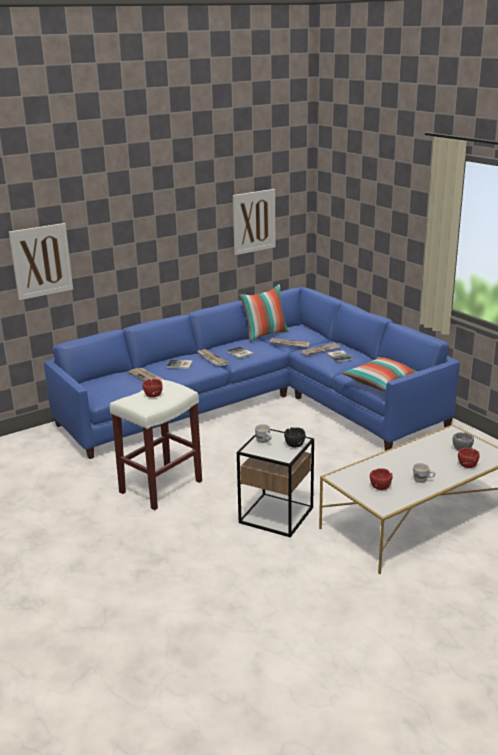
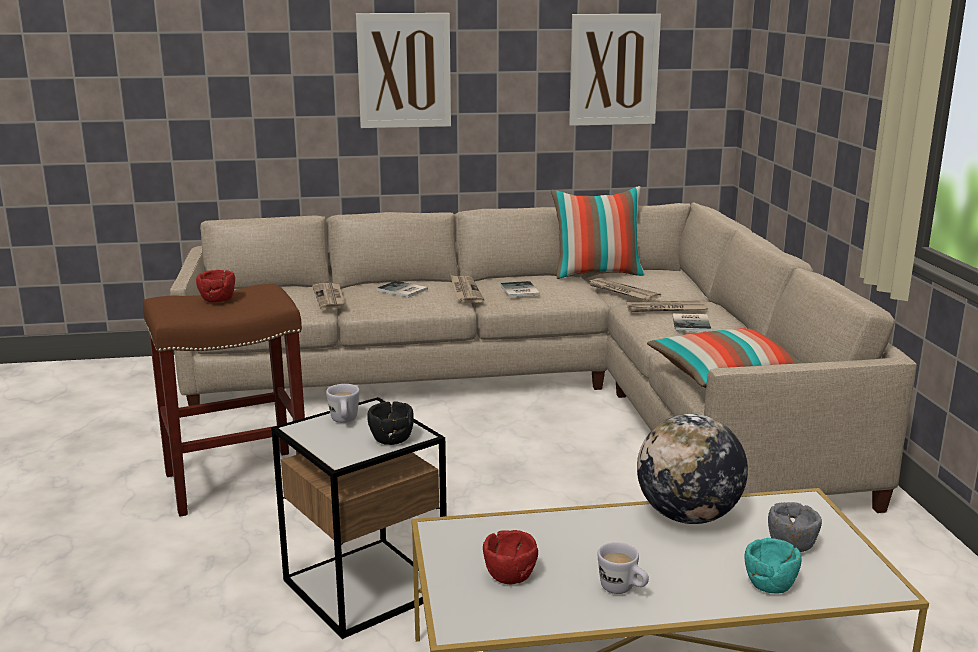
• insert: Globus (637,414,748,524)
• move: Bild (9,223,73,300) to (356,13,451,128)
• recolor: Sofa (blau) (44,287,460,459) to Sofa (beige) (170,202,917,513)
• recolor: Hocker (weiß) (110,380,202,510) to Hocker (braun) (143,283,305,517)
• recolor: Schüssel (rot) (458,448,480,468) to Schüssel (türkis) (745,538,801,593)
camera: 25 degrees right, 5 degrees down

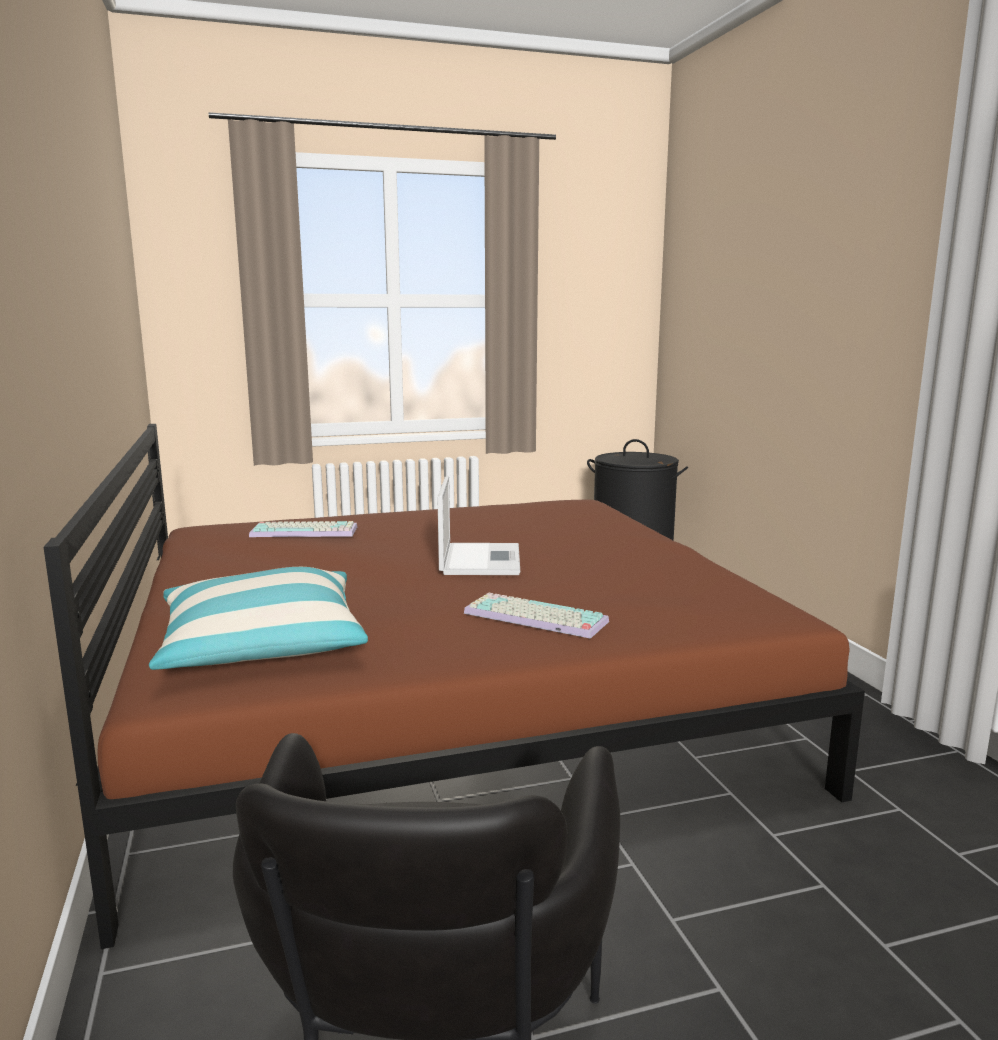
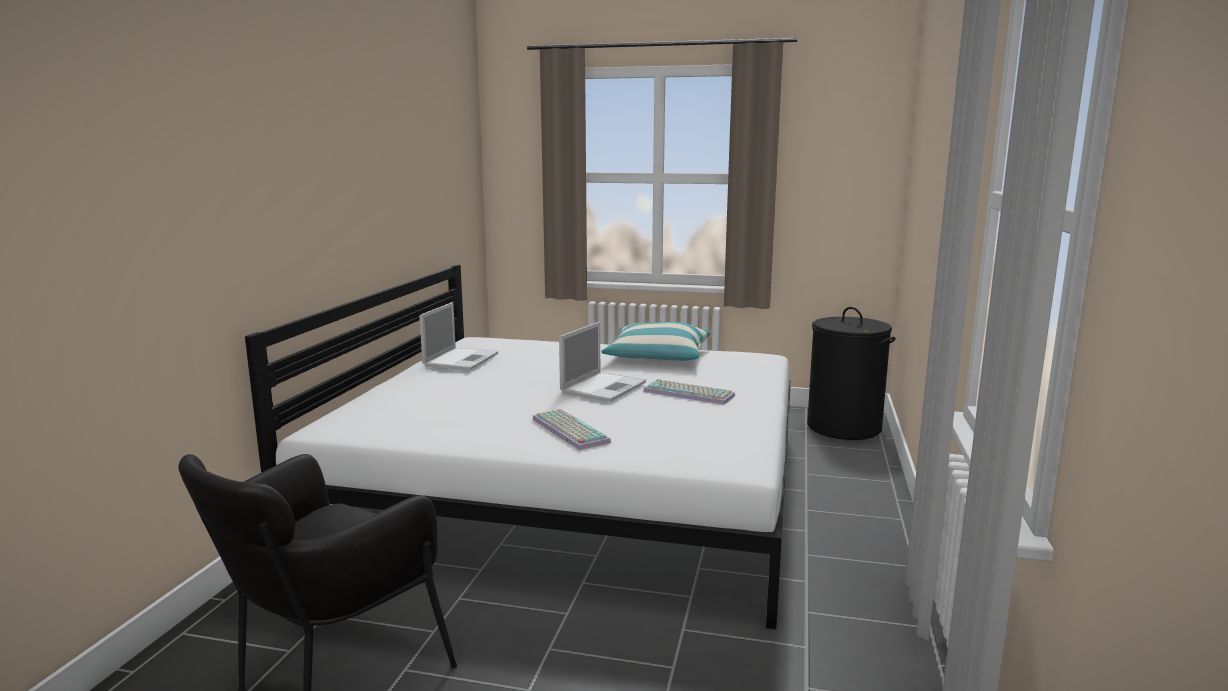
• insert: Laptop (419,302,498,370)
• move: Kissen (149,567,368,670) to (602,322,711,362)
• move: Tastatur (249,521,357,537) to (643,379,735,405)
• recolor: Bett (braun) (43,424,865,949) to Bett (weiß) (245,265,791,629)
camera: 30 degrees right, 0 degrees up

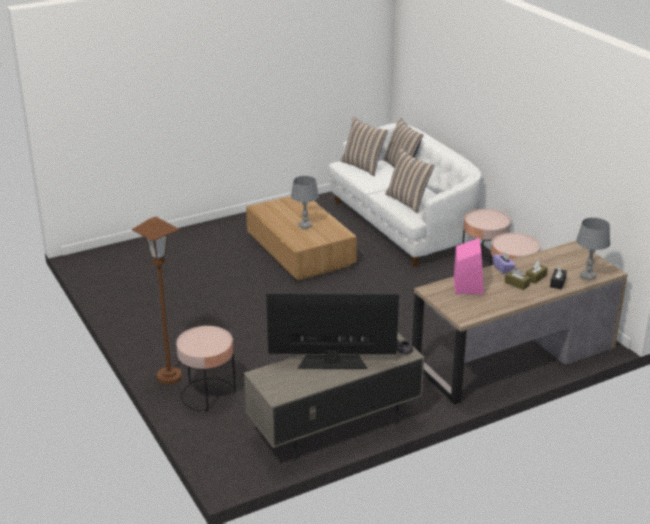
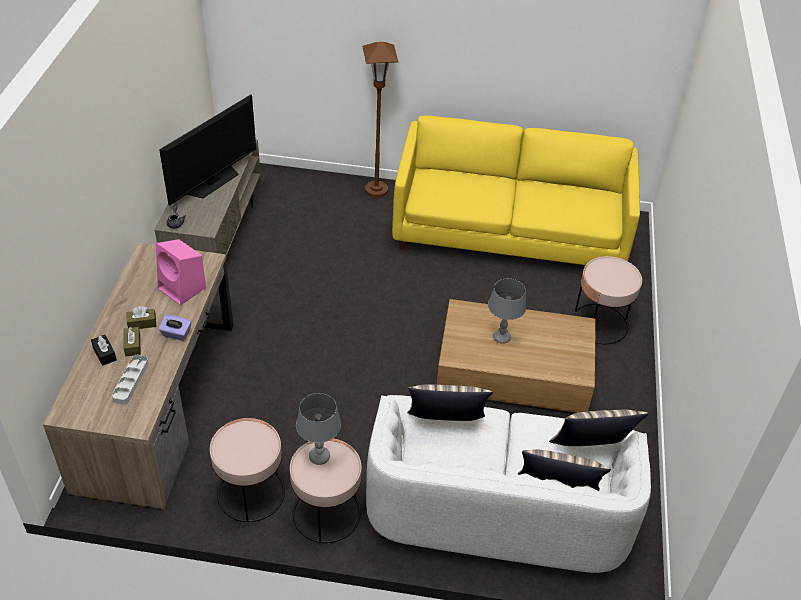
• insert: Tablett (grau) (112,355,149,405)
• insert: Sofa (gelb) (392,115,640,265)
• move: Beistelltisch (rosa) (176,326,236,411) to (575,256,642,344)
• move: Tischlampe (grau) (576,218,610,280) to (296,393,341,465)
camera: 125 degrees right, 15 degrees up

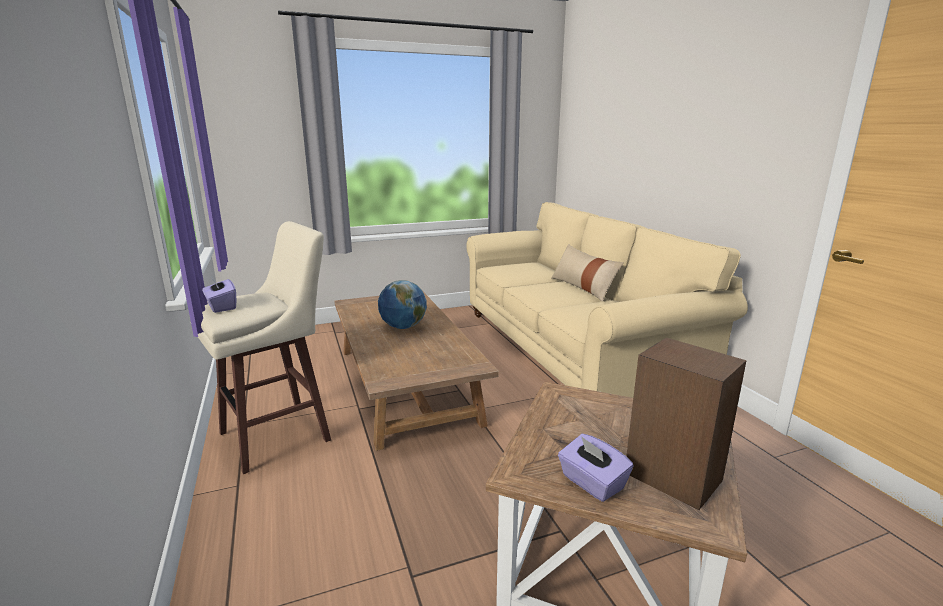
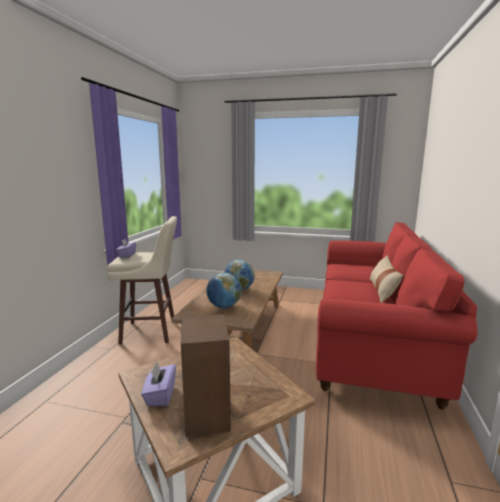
• insert: Globus (206,273,241,308)
• recolor: Sofa (beige) (466,202,748,398) to Sofa (rot) (316,222,477,409)
camera: 35 degrees right, 5 degrees down

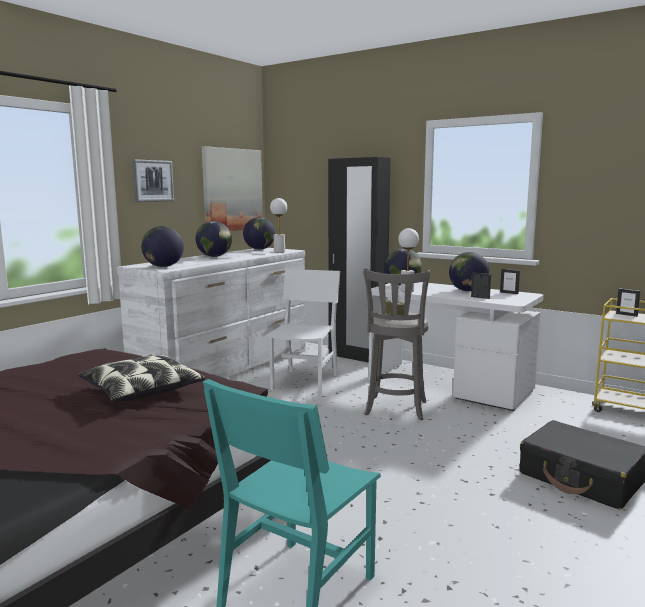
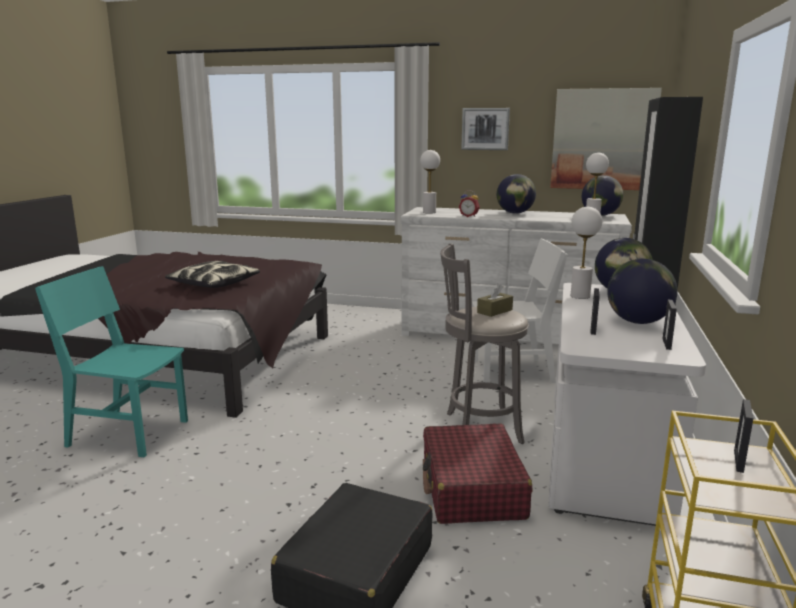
• insert: Koffer (rot) (423,424,532,524)
• insert: Wecker (459,190,480,217)
• replace: Globus (141,226,184,267) to Tischlampe (weiß) (420,150,440,214)
camera: 70 degrees right, 5 degrees up

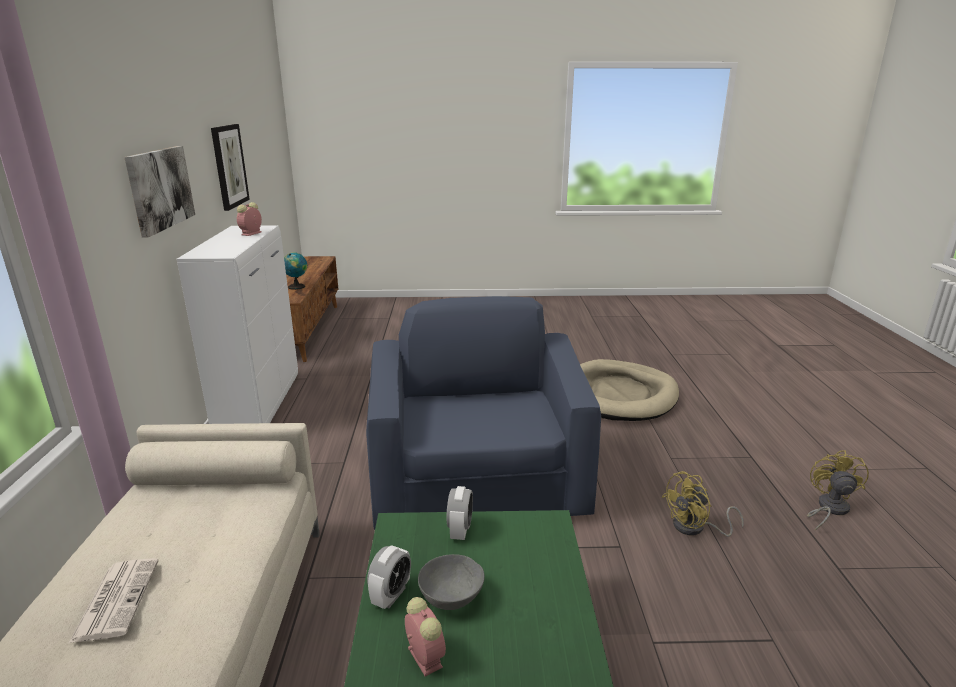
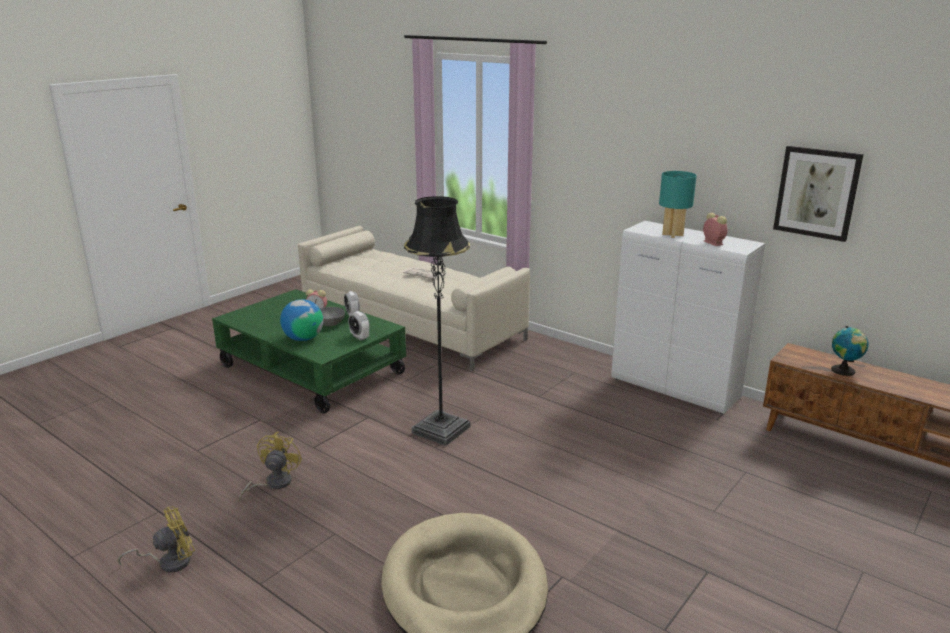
• delete: Bild (124,146,195,238)
• insert: Globus (280,299,323,341)
• insert: Tischlampe (türkis) (659,171,697,238)
• replace: Sessel (blau) (366,296,601,530) to Stehlampe (schwarz) (404,196,470,446)
• rotate: Ventilator (gelb) (807,450,869,531) = (118,507,195,573) 90 degrees counterclockwise
camera: 130 degrees right, 0 degrees up

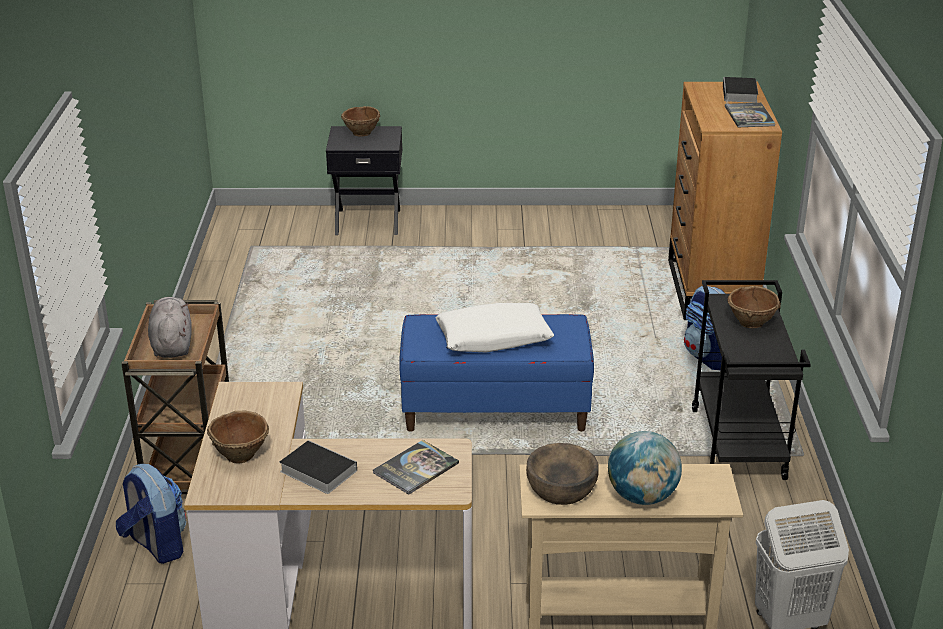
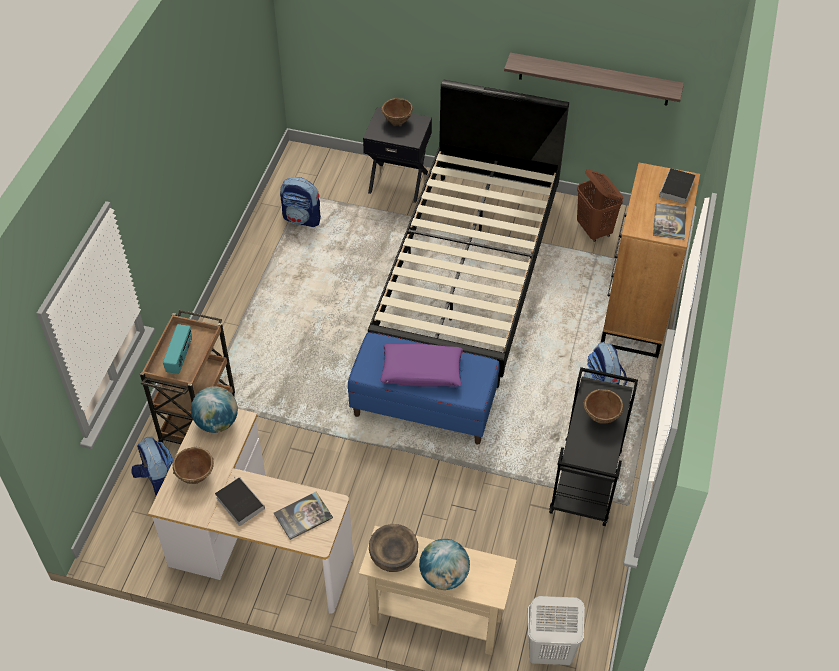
• insert: Globus (191,386,238,433)
• insert: Rucksack (280,177,321,227)
• insert: Bett (schwarz) (368,79,569,388)
• insert: Wandregal (504,52,684,106)
• insert: Wäschekorb (braun) (577,169,623,242)
• replace: Plüschtier (grau) (148,297,192,358) to Radio (163,324,192,374)
• recolor: Kissen (weiß) (436,303,554,352) to Kissen (lila) (380,344,463,387)
camera: 15 degrees right, 20 degrees up

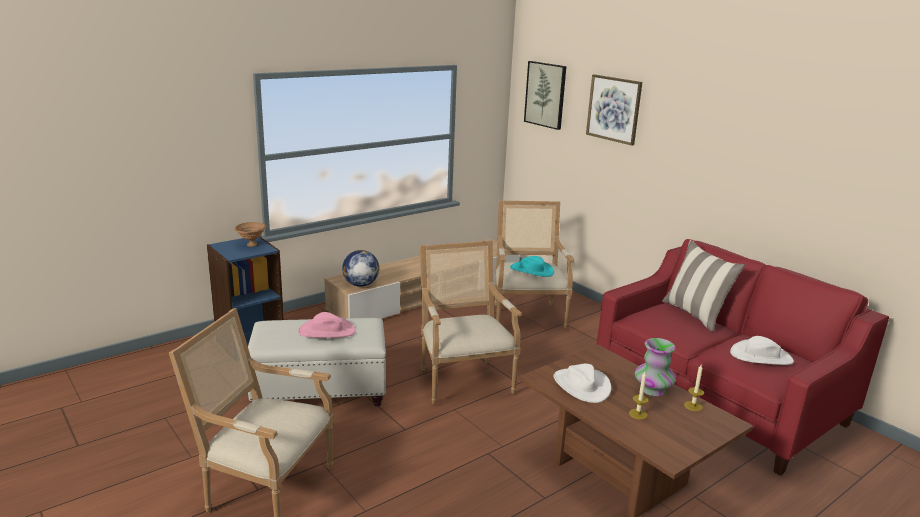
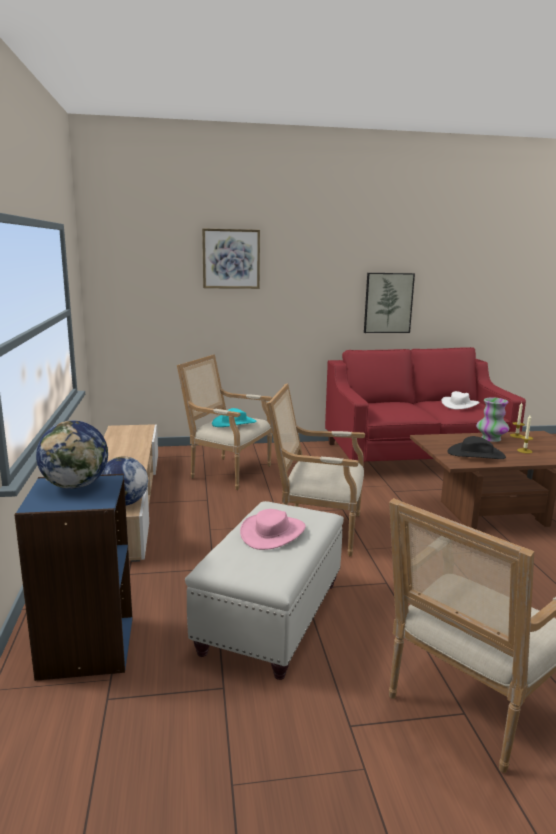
• delete: Kissen (662,240,745,332)
• move: Bild (524,61,566,130) to (364,273,415,333)
• replace: Schüssel (braun) (235,222,266,247) to Globus (36,420,108,489)
• recolor: Hut (weiß) (554,364,611,403) to Hut (schwarz) (448,436,506,459)
camera: 60 degrees left, 5 degrees down

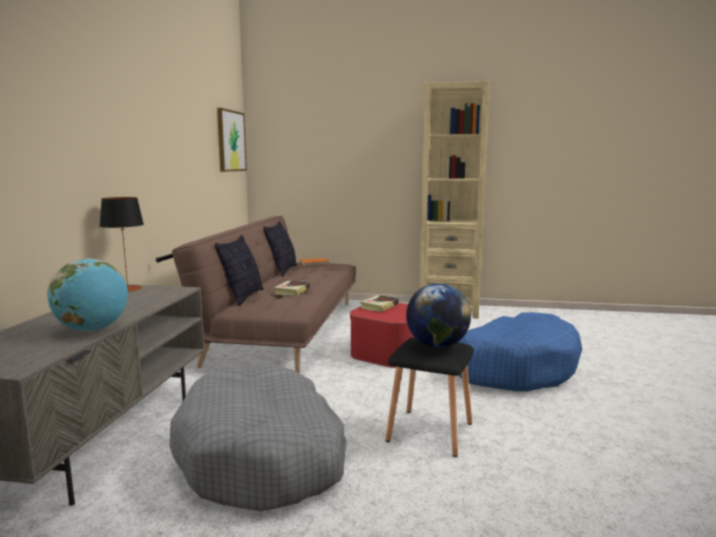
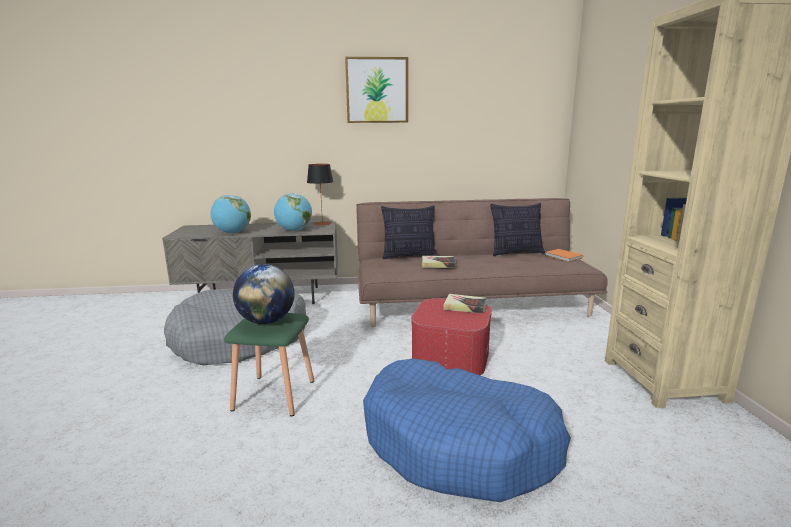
• insert: Globus (274,193,312,231)
• move: Bild (217,108,247,172) to (345,57,408,123)
• recolor: Hocker (schwarz) (385,337,474,457) to Hocker (grün) (224,313,314,416)
camera: 75 degrees right, 5 degrees up

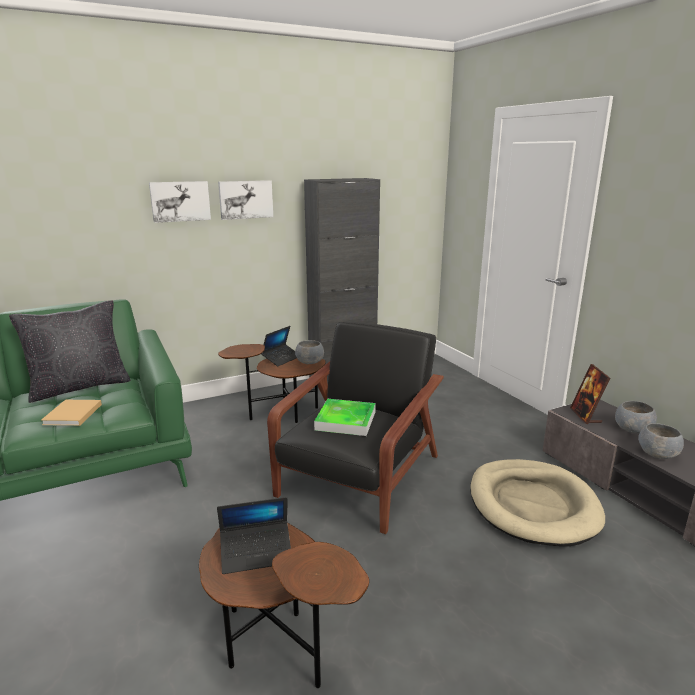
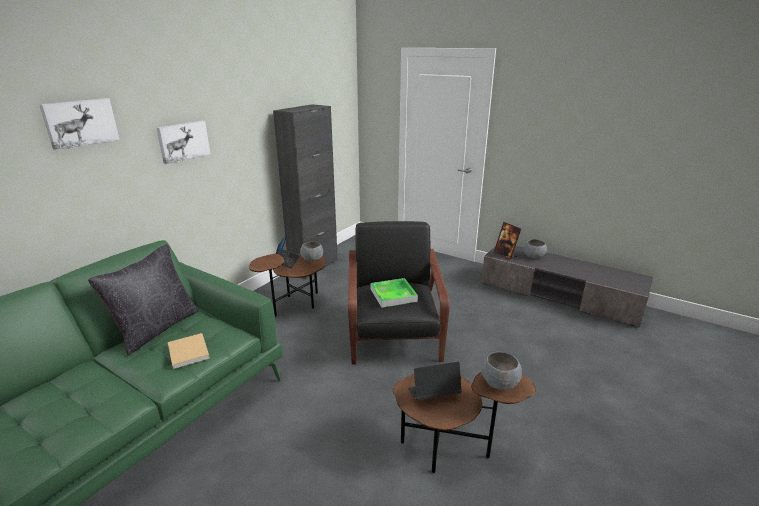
• delete: Hundebett (beige) (470,459,605,546)
• move: Bild (218,180,273,220) to (39,98,120,151)
• move: Schüssel (grau) (638,423,684,459) to (481,352,522,390)
• rotate: Laptop (217,497,291,574) = (408,362,462,400) 150 degrees counterclockwise
camera: 30 degrees left, 5 degrees up

